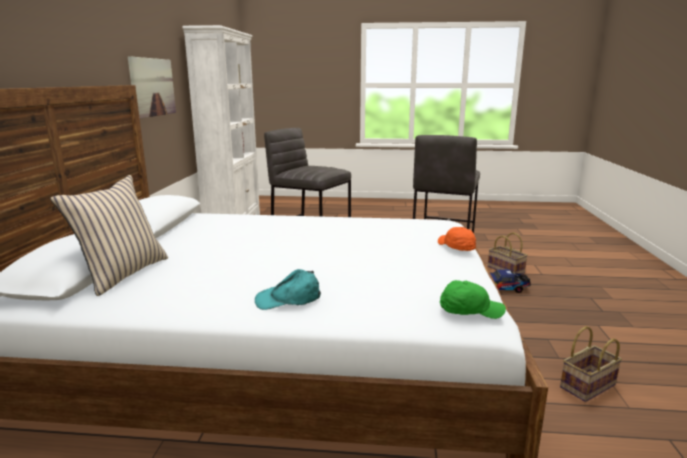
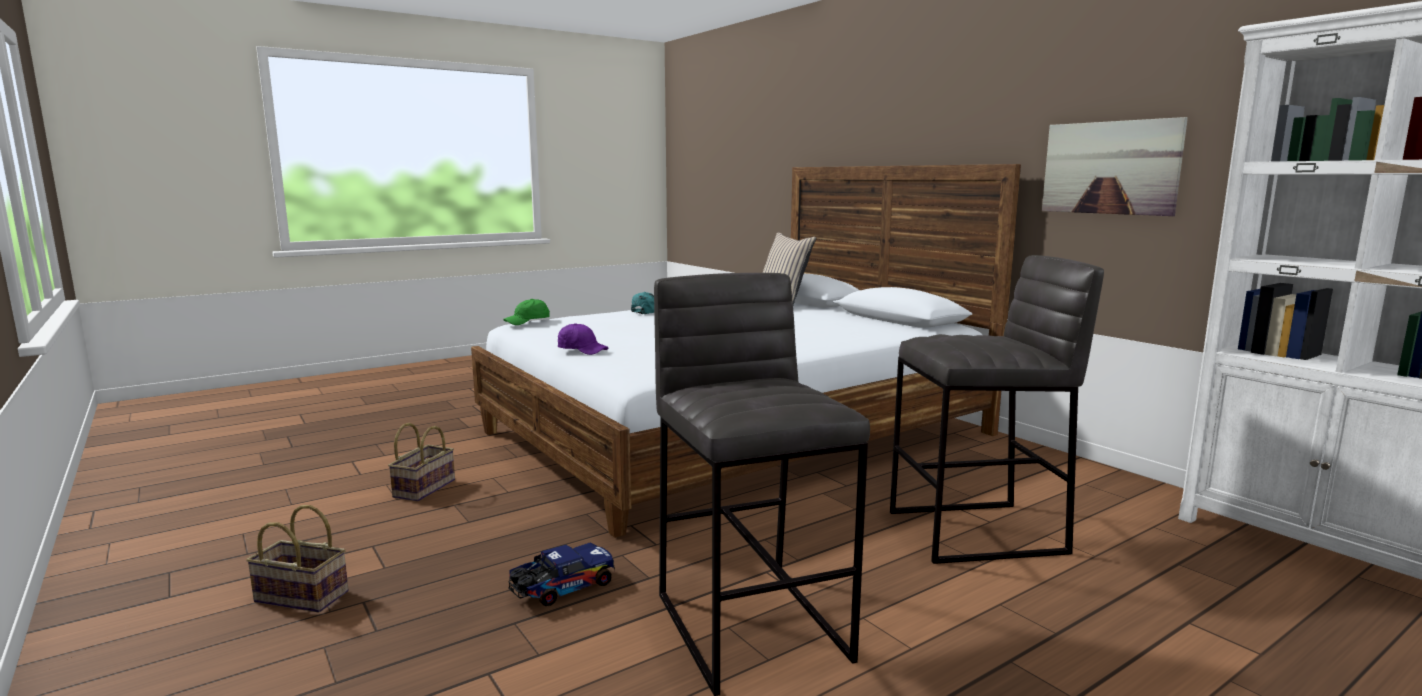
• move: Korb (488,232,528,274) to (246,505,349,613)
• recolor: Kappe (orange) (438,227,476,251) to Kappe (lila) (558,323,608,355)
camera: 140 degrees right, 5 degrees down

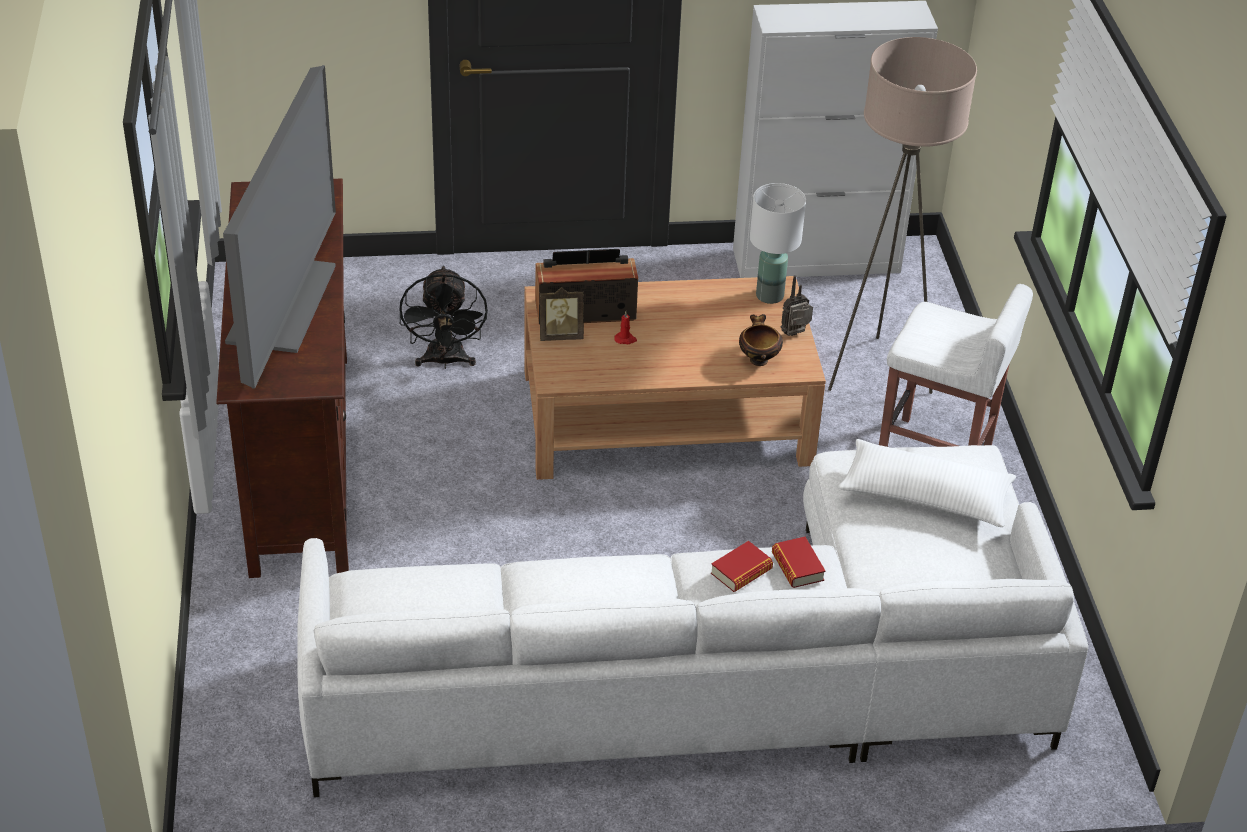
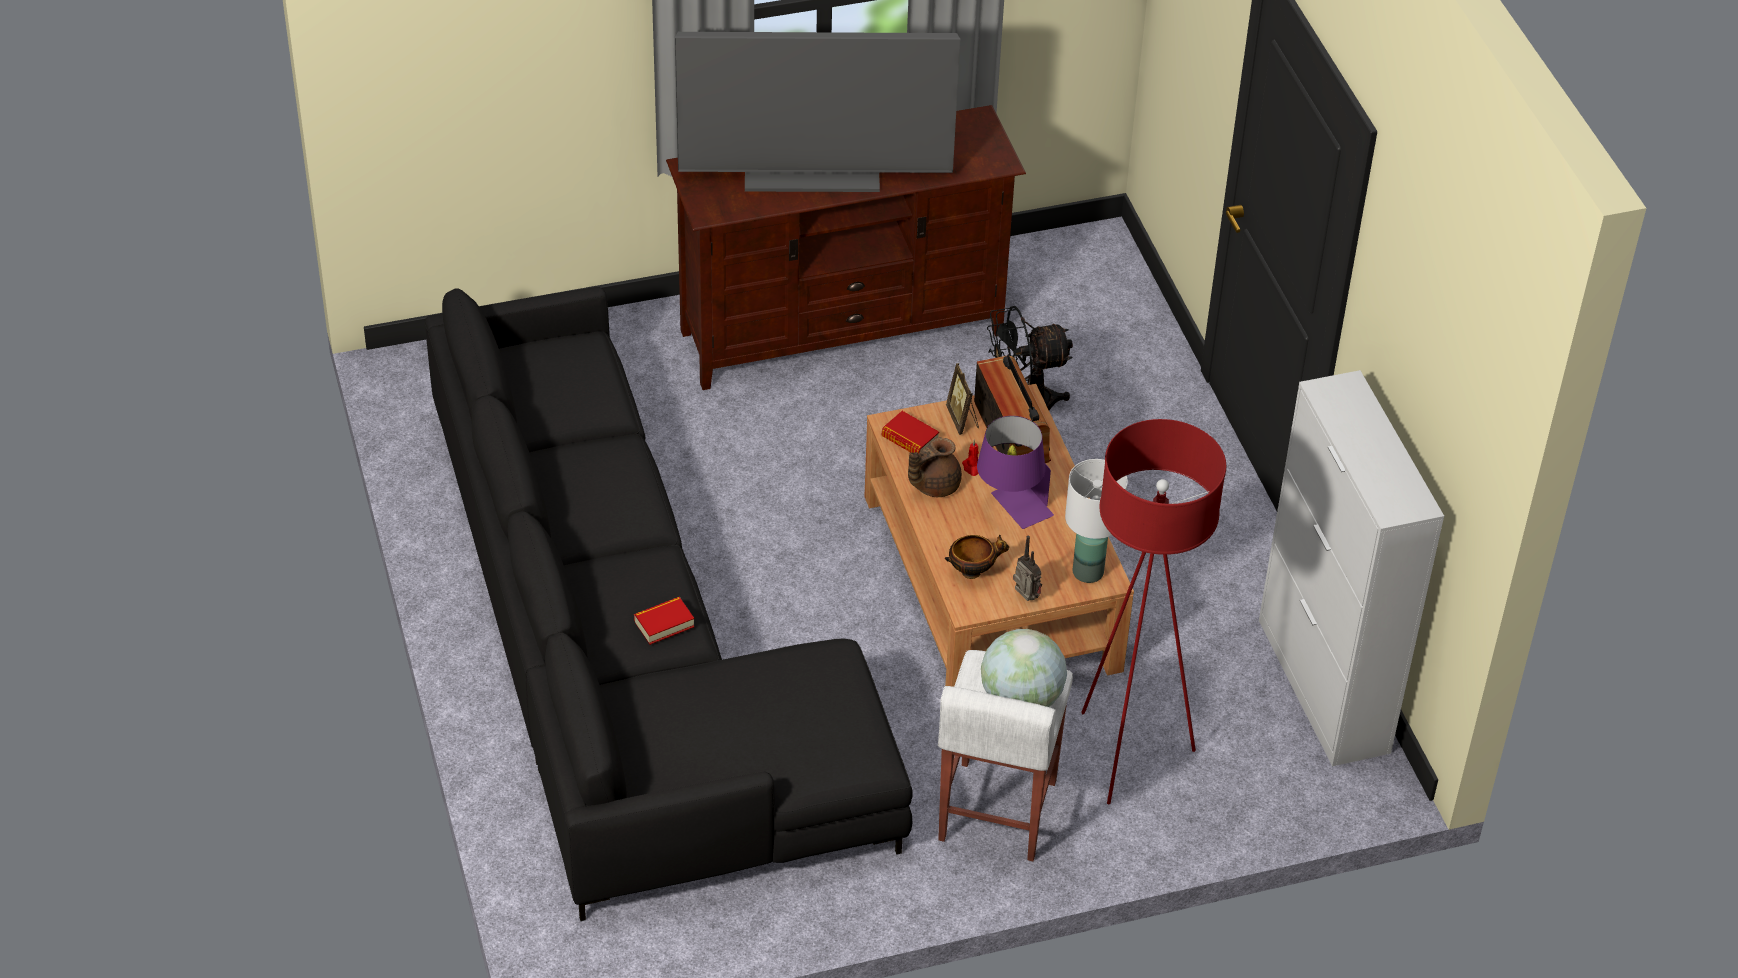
• delete: Kissen (weiß) (838,439,1016,527)
• insert: Teekanne (braun) (908,437,962,497)
• insert: Tischlampe (lila) (977,416,1054,529)
• insert: Globus (981,629,1067,707)
• move: Buch (711,541,773,592) to (882,411,939,453)
• recolor: Sofa (weiß) (297,445,1088,798) to Sofa (schwarz) (425,287,913,921)
• recolor: Stehlampe (beige) (828,37,977,394) to Stehlampe (rot) (1081,419,1226,804)
camera: 80 degrees right, 5 degrees up

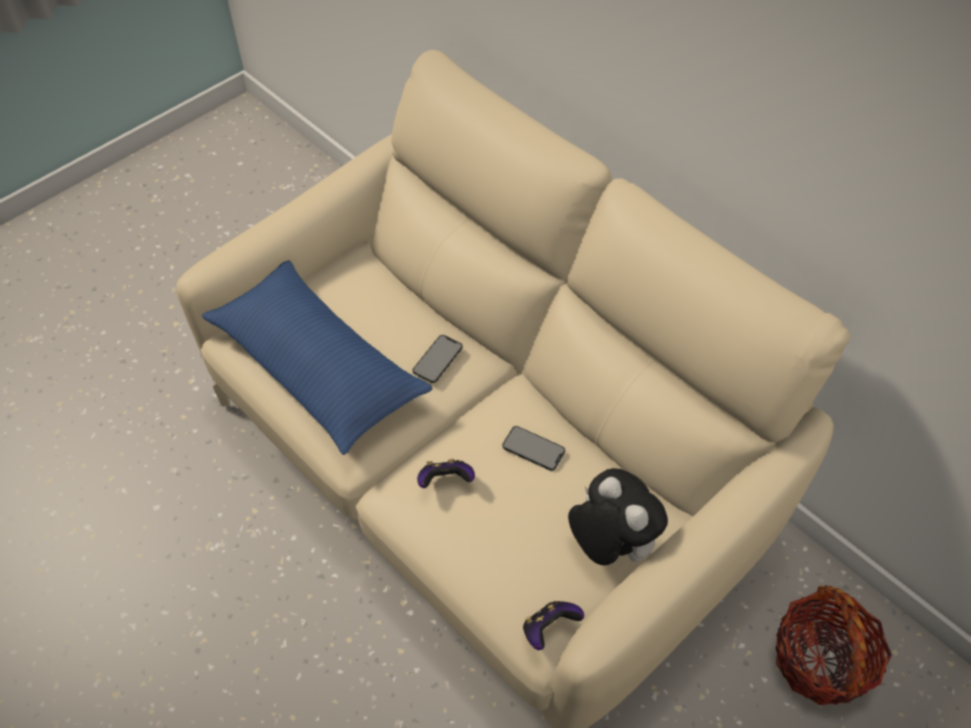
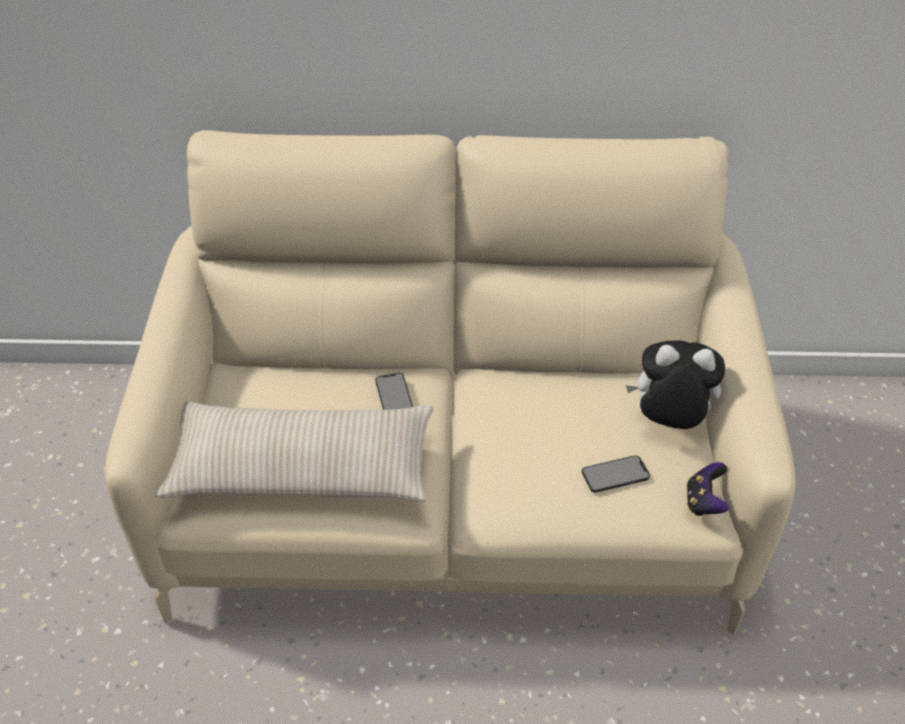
• delete: Gamepad (417,459,475,488)
• delete: Korb (775,585,892,705)
• move: Handy (502,426,565,471) to (582,455,650,492)
• recolor: Kissen (blau) (202,261,433,455) to Kissen (beige) (155,402,433,502)
camera: 45 degrees left, 10 degrees down

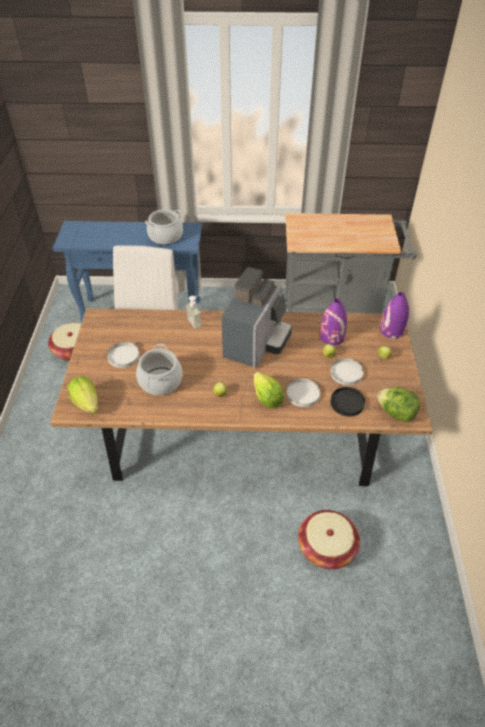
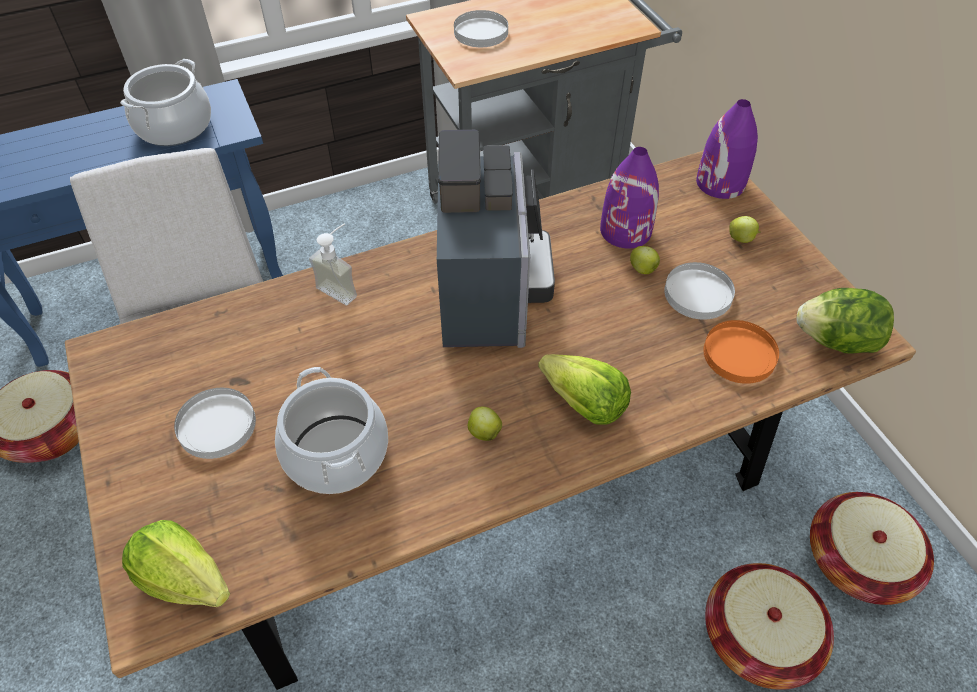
• insert: Korb (810,492,934,605)
• move: Teller (weiß) (286,378,320,407) to (454,10,508,47)
• recolor: Teller (schwarz) (330,387,365,416) to Teller (orange) (703,320,779,384)
camera: 25 degrees left, 5 degrees up

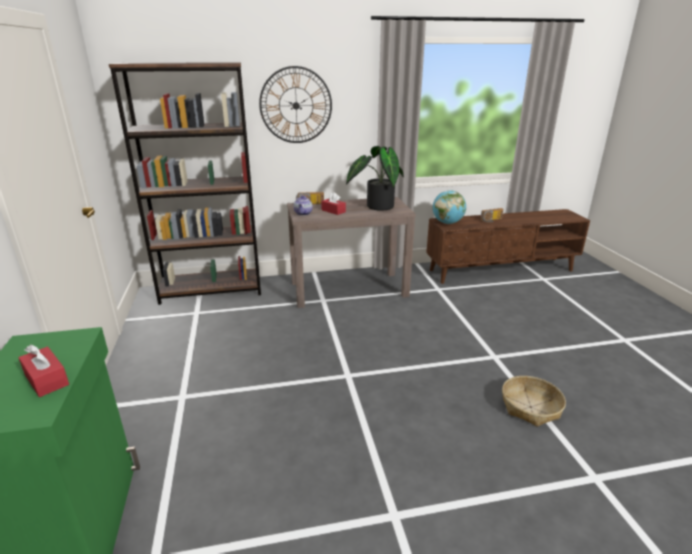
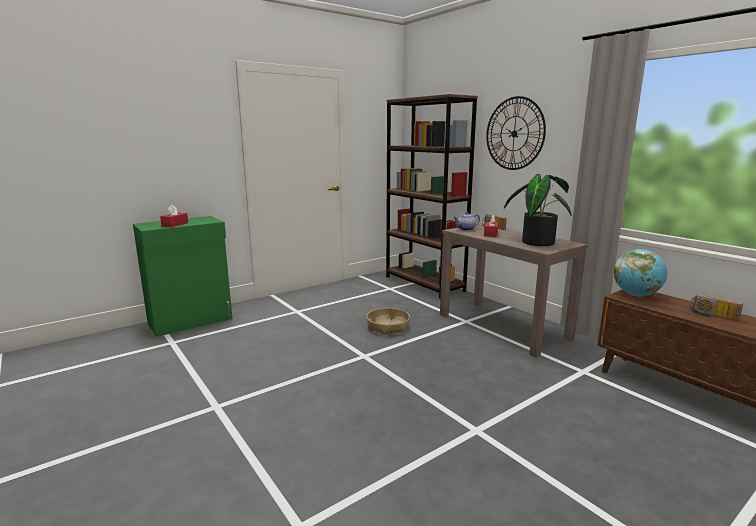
• move: Korb (502,376,566,427) to (366,308,410,335)
camera: 65 degrees right, 10 degrees down

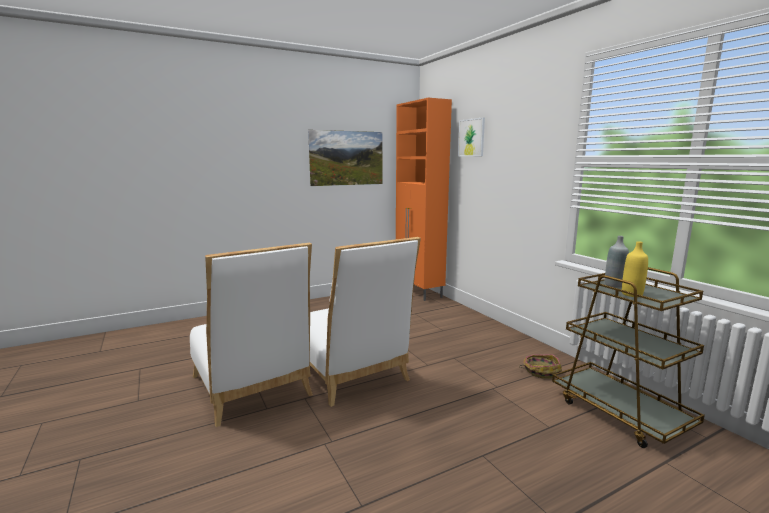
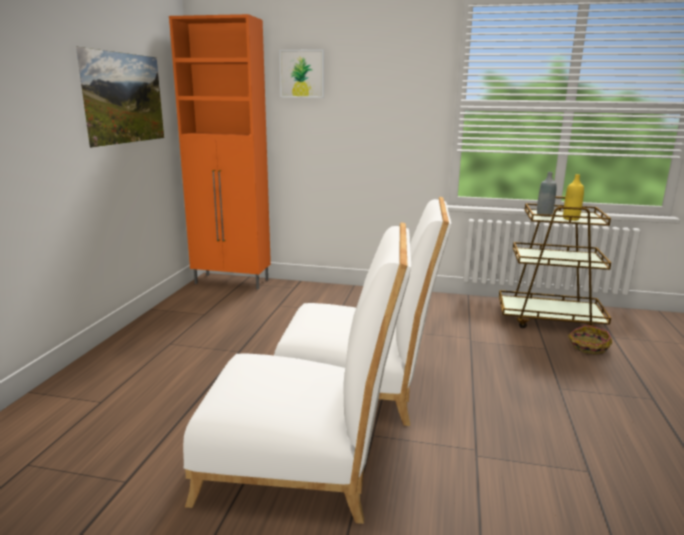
• move: Korb (519,354,562,379) to (568,325,612,354)
camera: 50 degrees left, 5 degrees up

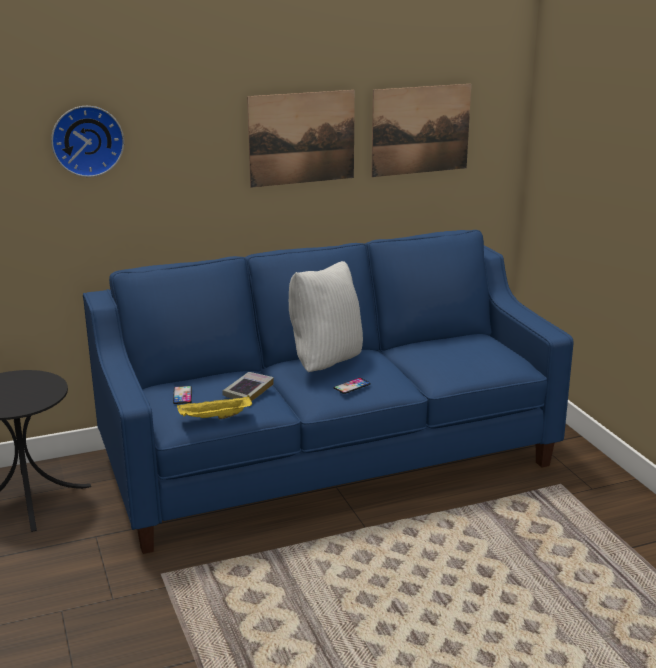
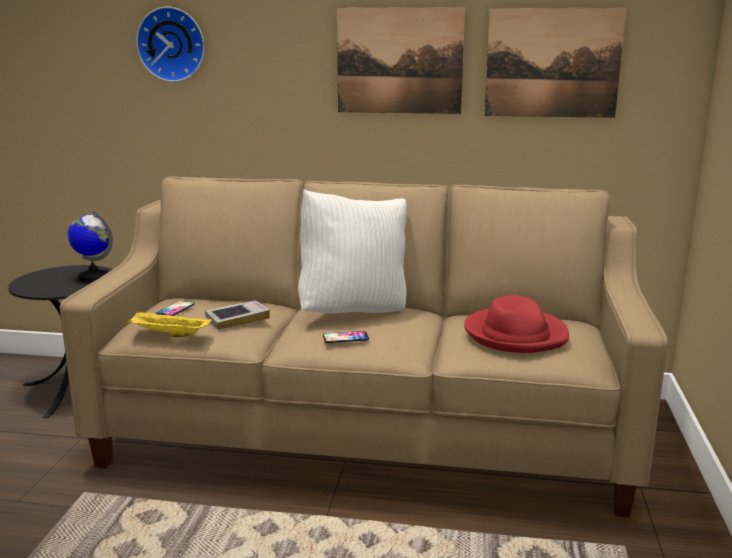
• insert: Globus (68,211,113,282)
• insert: Hut (rot) (464,295,569,353)
• recolor: Sofa (blau) (83,230,574,554) to Sofa (beige) (60,176,668,518)
camera: 30 degrees right, 5 degrees down

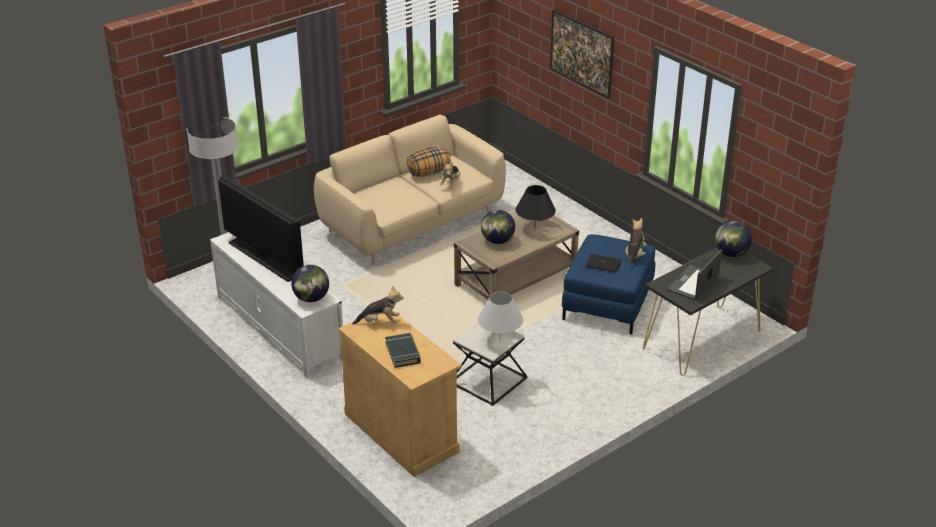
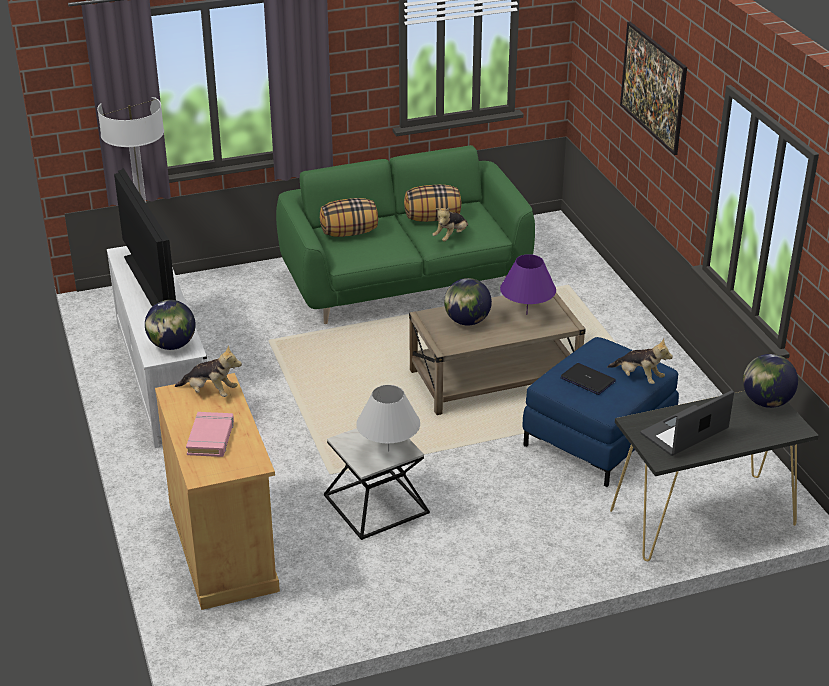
• insert: Kissen (320,198,378,237)
• recolor: Sofa (beige) (314,114,506,265) to Sofa (grün) (276,145,535,324)
• recolor: Buch (schwarz) (385,333,421,368) to Buch (rosa) (186,412,234,457)
• recolor: Tischlampe (schwarz) (516,185,556,223) to Tischlampe (lila) (500,254,556,315)
• rotate: Plüschtier (626,218,646,269) = (607,338,673,384) 90 degrees clockwise
camera: 20 degrees right, 0 degrees up

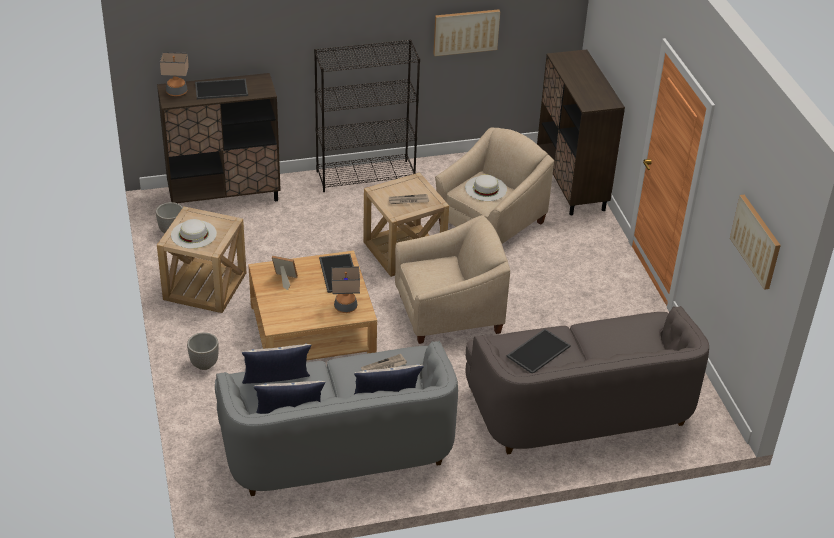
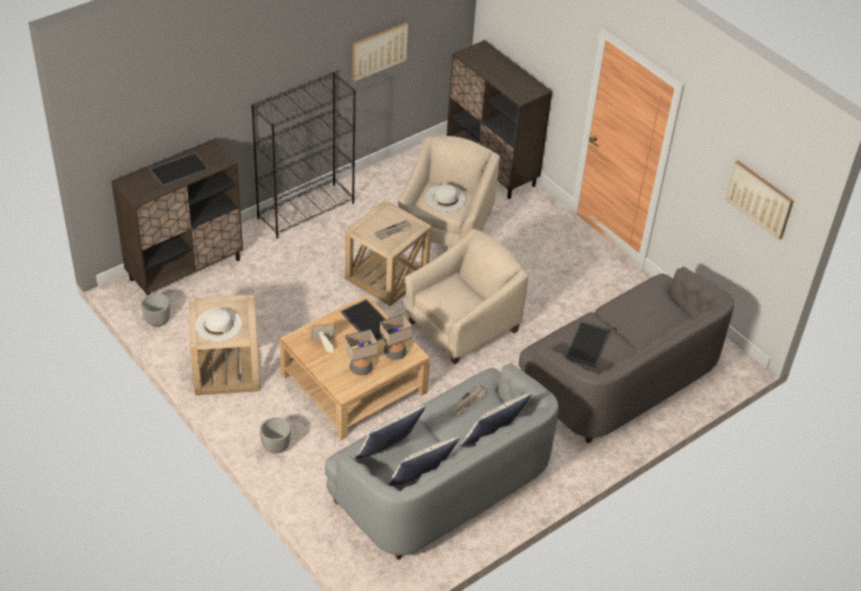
• move: Tischlampe (160,52,189,96) to (345,329,378,376)
camera: 25 degrees left, 5 degrees up

